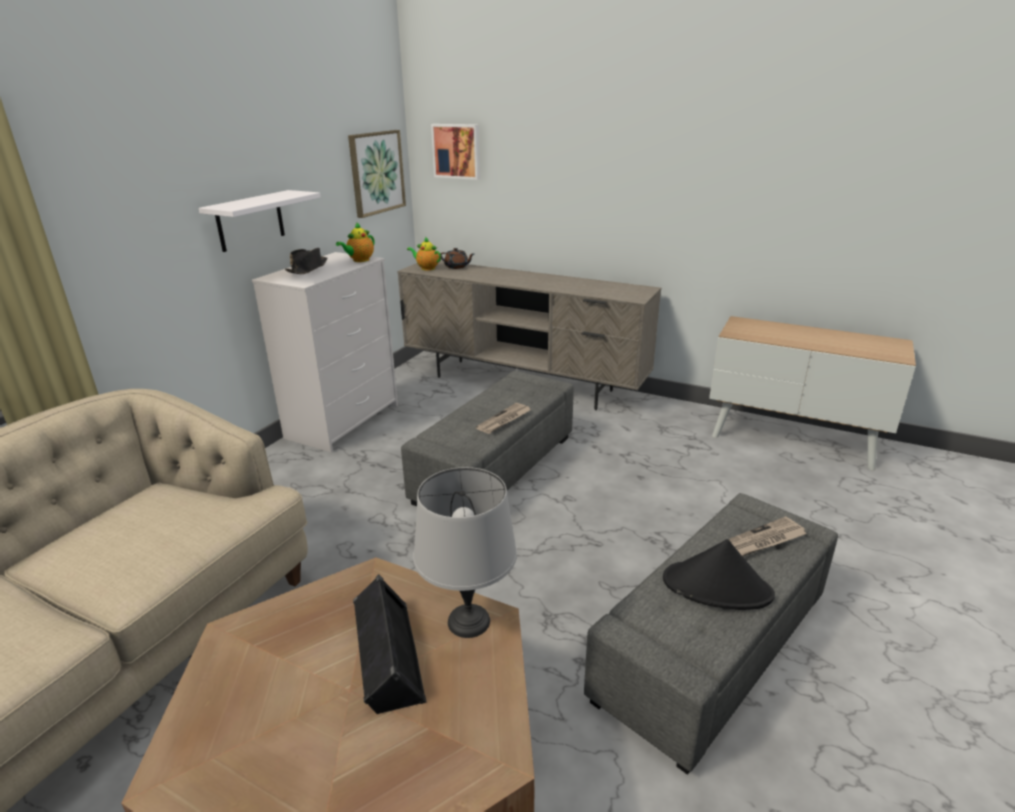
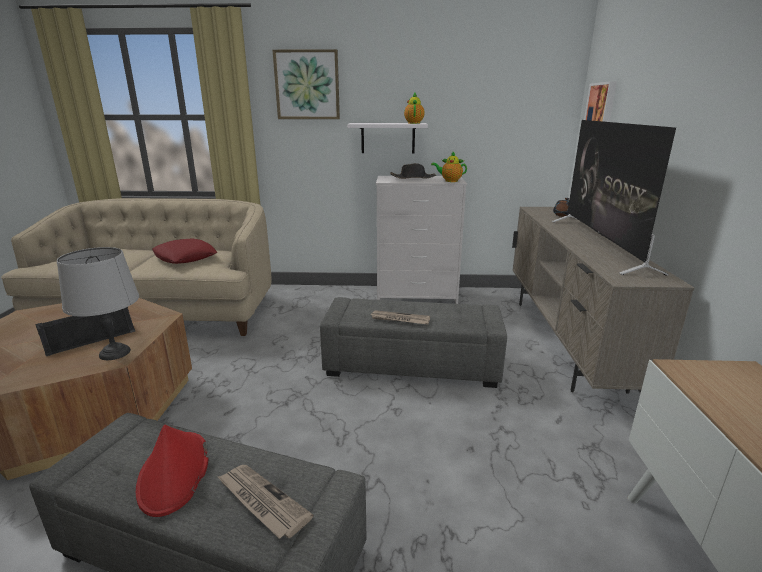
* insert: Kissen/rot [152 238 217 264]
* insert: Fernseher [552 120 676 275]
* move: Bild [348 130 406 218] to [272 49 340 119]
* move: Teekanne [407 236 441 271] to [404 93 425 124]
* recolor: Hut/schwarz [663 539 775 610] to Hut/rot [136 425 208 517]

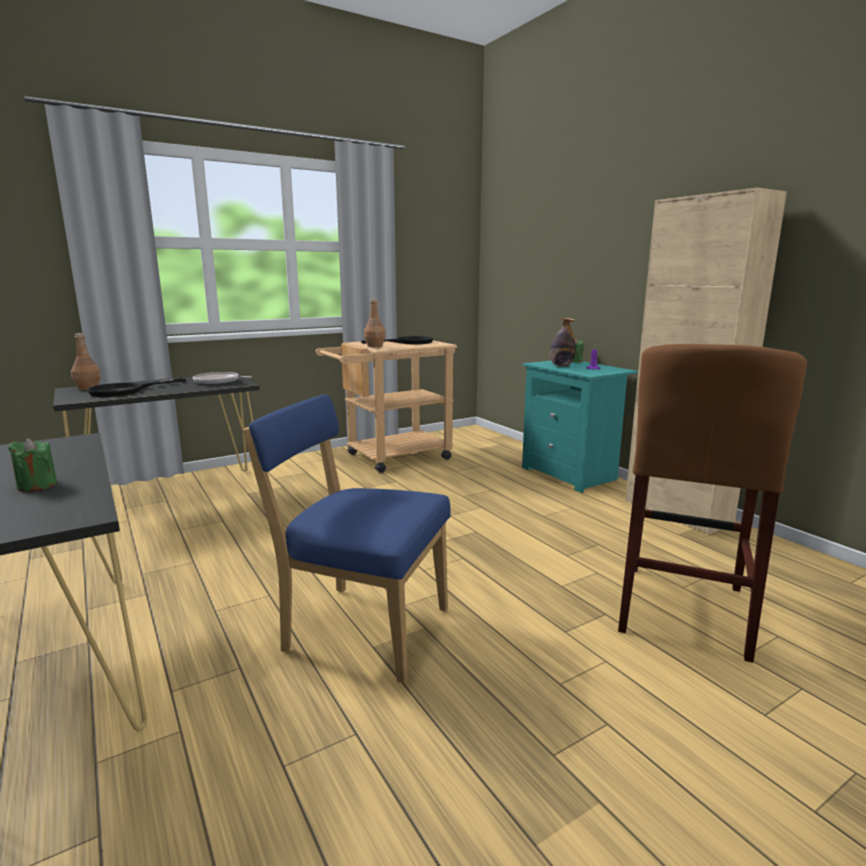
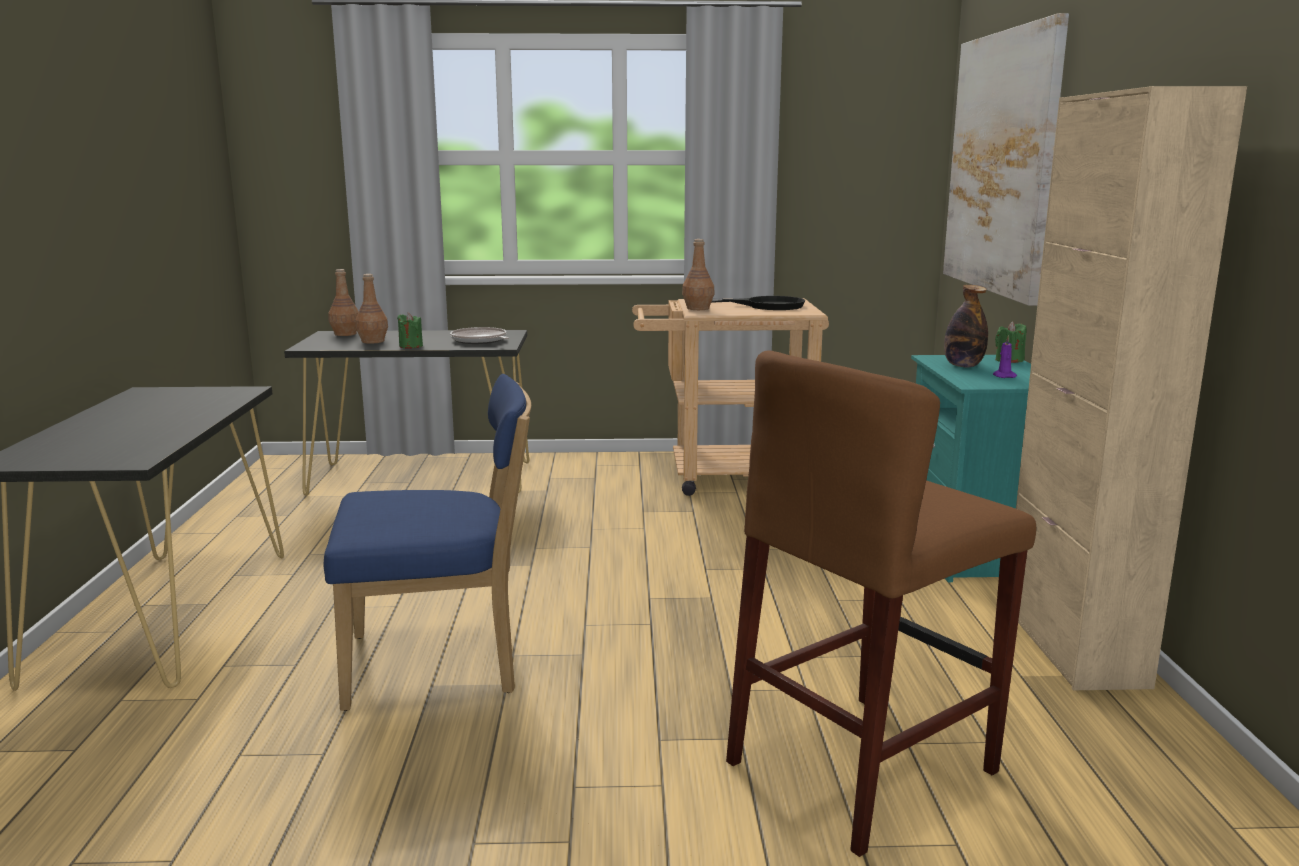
* insert: Bild [943 13 1069 306]
* move: Kerze/grün [8 438 57 491] to [397 313 423 349]
* replace: Pfanne/schwarz [87 378 186 397] to Flasche/braun [355 274 388 344]
* rotate: Stuhl/blau [243 394 451 683] = [324 374 531 711] 120 degrees clockwise

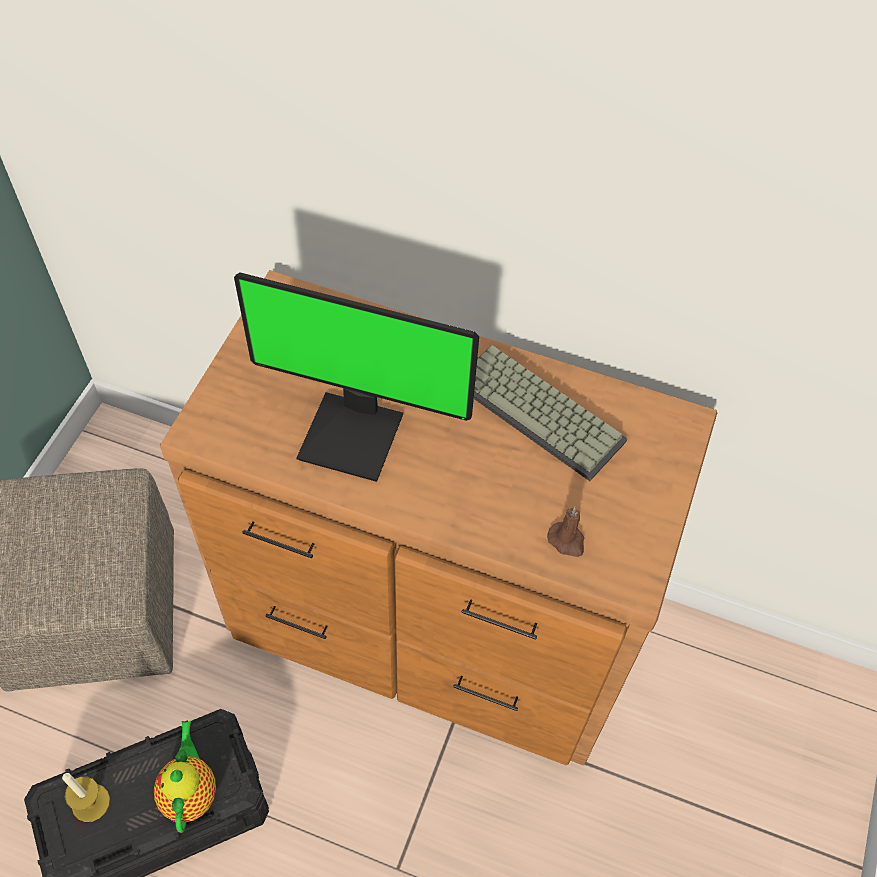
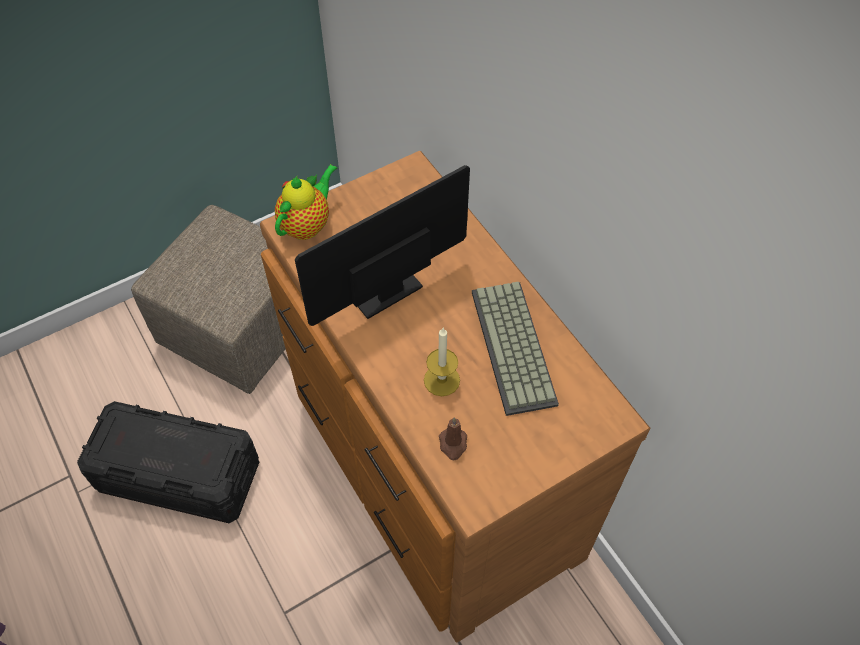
* move: Kerze [62 773 110 822] to [424 328 460 396]
* move: Teekanne [154 721 216 833] to [275 164 337 240]
* rotate: Monitor [234 273 479 481] = [295 165 470 326] 90 degrees clockwise

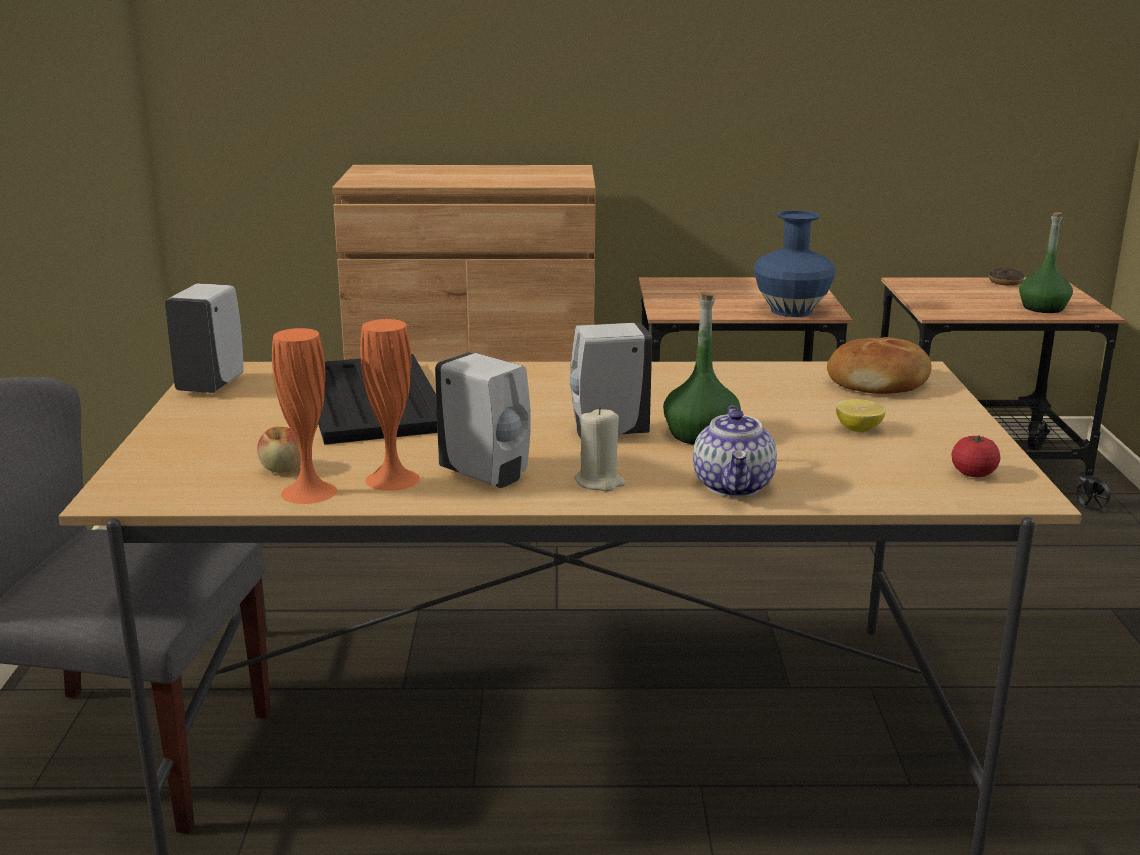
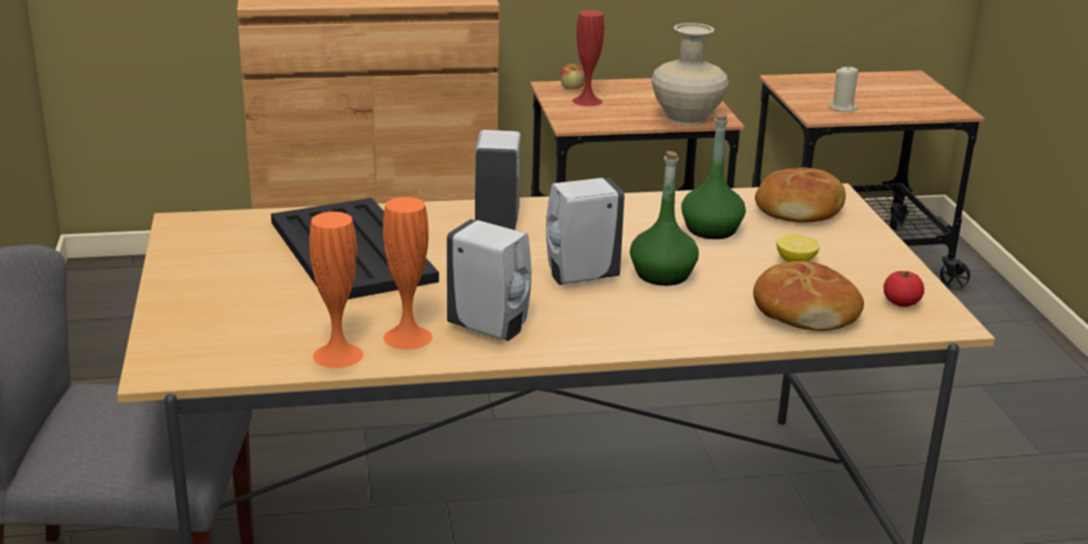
* delete: Teekanne [693 406 777 497]
* delete: Donut [989 268 1024 286]
* insert: Vase/rot [572 10 604 106]
* insert: Brot [753 261 864 331]
* move: Seifenspender/weiß [165 284 244 393] to [475 130 521 230]
* move: Apfel [257 427 301 473] to [560 64 585 89]
* move: Kerze/beige [575 407 626 491] to [829 65 858 112]
* move: Flasche/grün [1019 212 1073 313] to [681 113 746 239]
* recolor: Vase/blau [754 210 836 317] to Vase/beige [651 23 728 126]

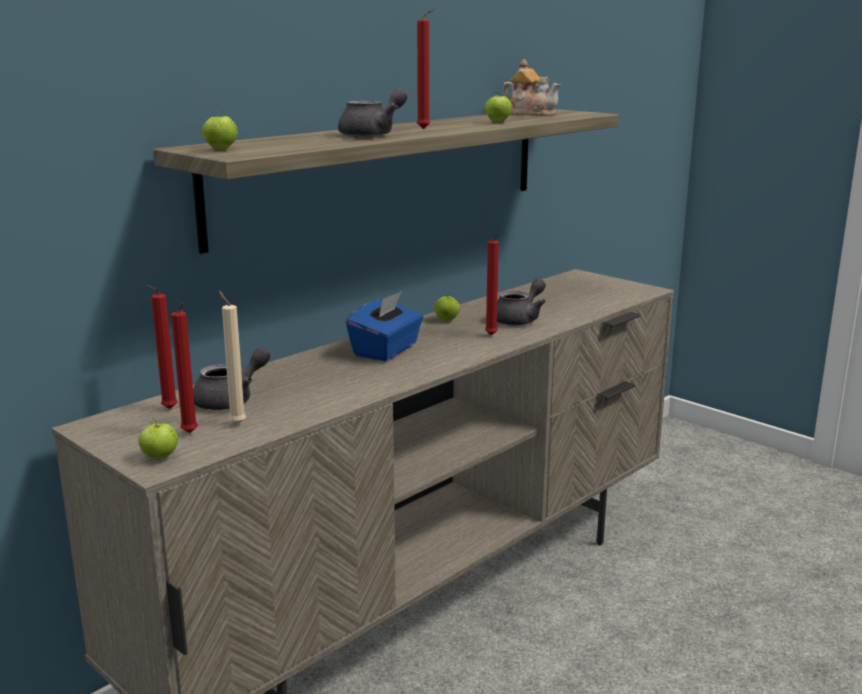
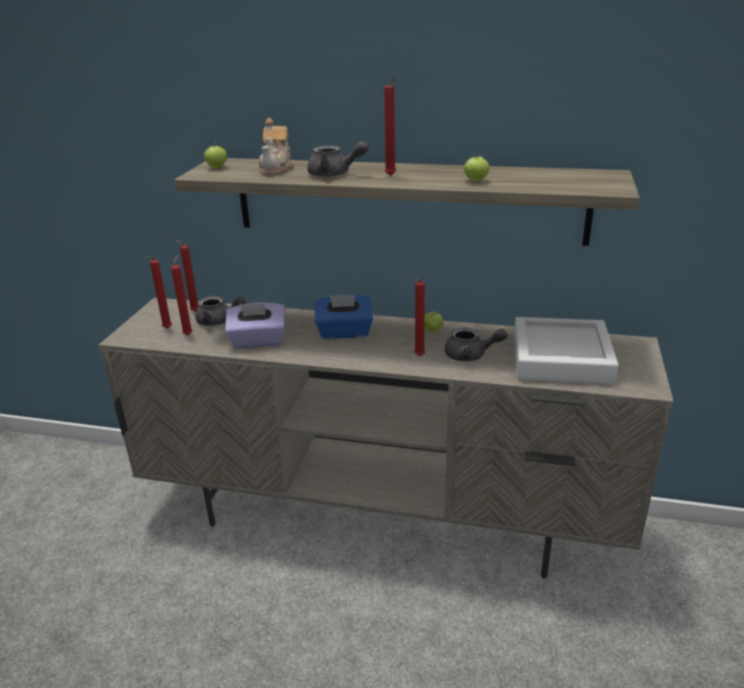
* delete: Apfel [138 417 178 460]
* insert: Taschentuchbox/lila [225 303 285 348]
* insert: Tablett/grau [514 317 619 385]
* move: Teekanne [503 59 561 116] to [259 118 294 175]
* recolor: Kerze/beige [218 291 246 424] to Kerze/rot [171 255 193 335]

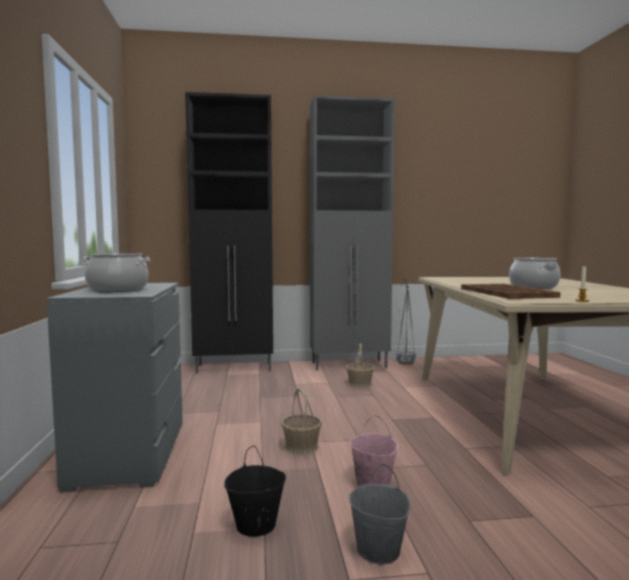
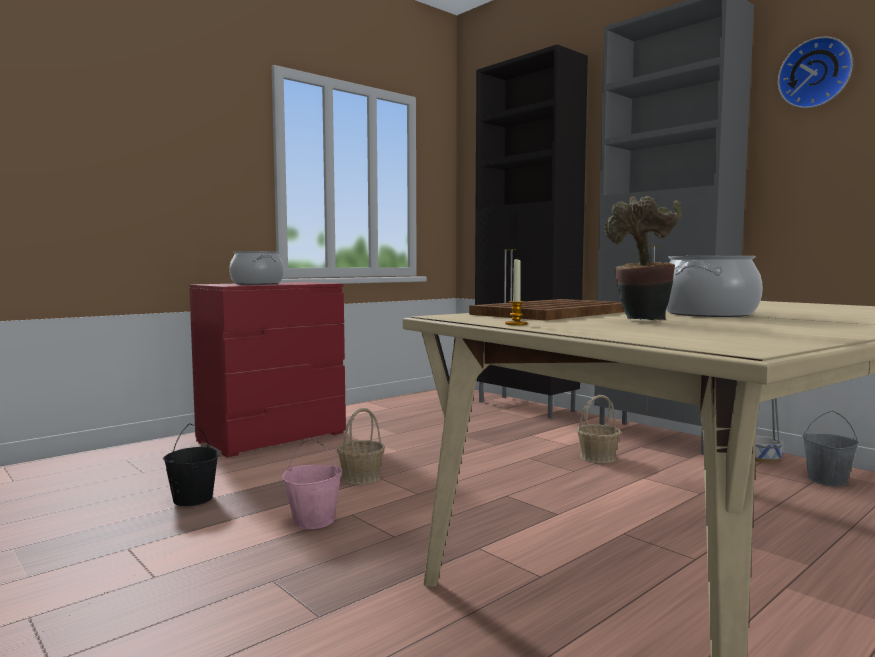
* insert: Topfpflanze [604 196 682 320]
* insert: Wanduhr [778 37 853 108]
* move: Eimer/grau [349 464 411 565] to [802 411 859 486]
* recolor: Kommode/grau [47 283 183 493] to Kommode/rot [189 282 346 457]

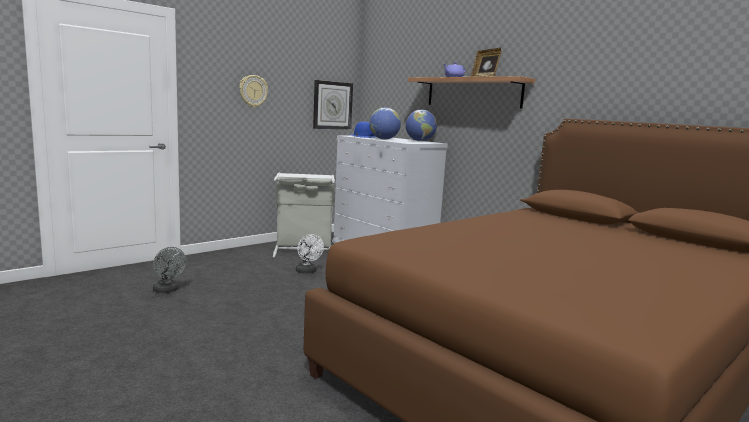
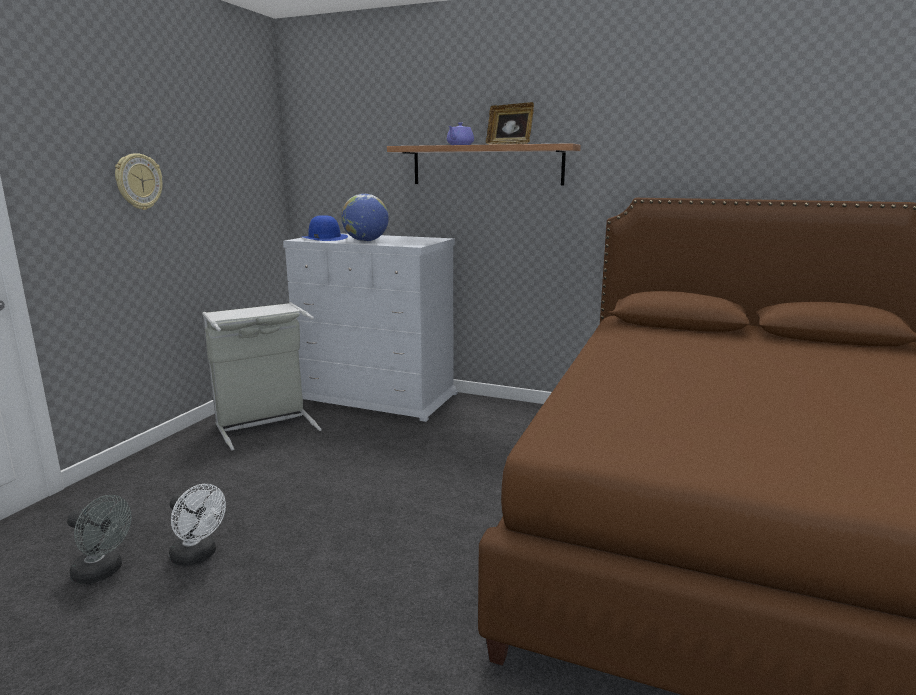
* delete: Wanduhr [313 80 353 129]
* delete: Globus [406 110 437 141]
* move: Ventilator/weiß [296 234 324 274] to [169 484 226 566]

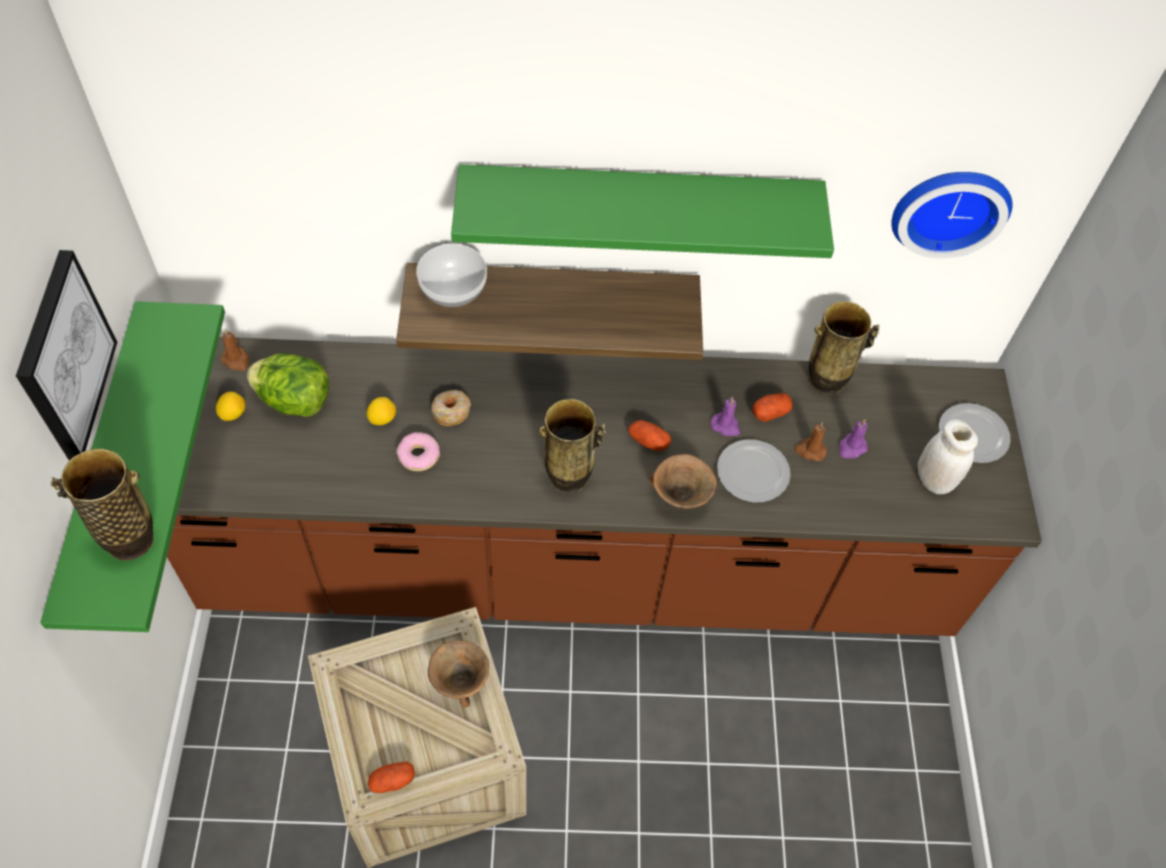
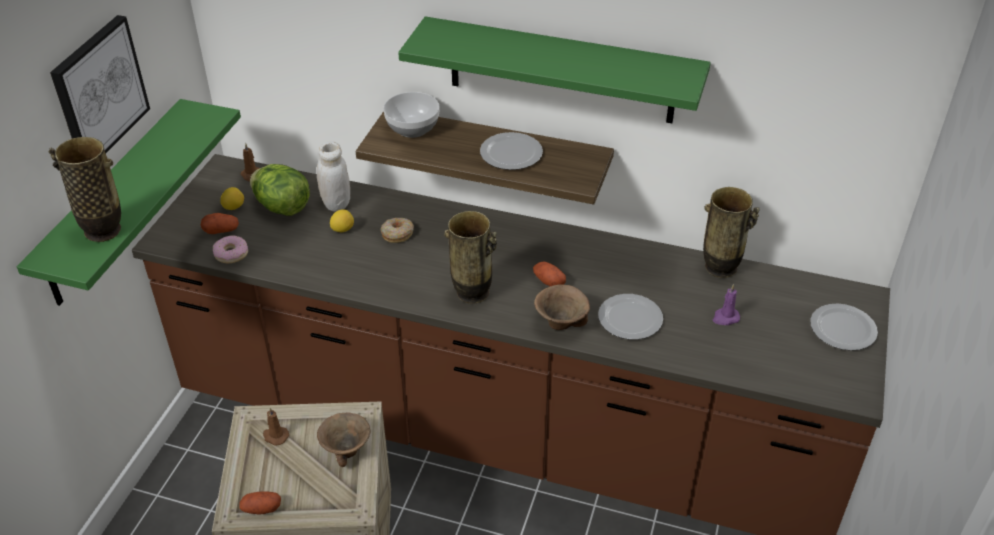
* delete: Kerze/lila [711 396 740 436]
* delete: Wanduhr [891 172 1013 258]
* insert: Teller [480 132 543 170]
* move: Donut [396 432 440 471] to [213 235 248 263]
* move: Kartoffel [753 393 793 422] to [201 213 239 234]
* move: Kerze/braun [794 422 827 461] to [263 408 289 446]
* move: Vorratsglas/weiß [918 419 978 494] to [317 141 350 212]

